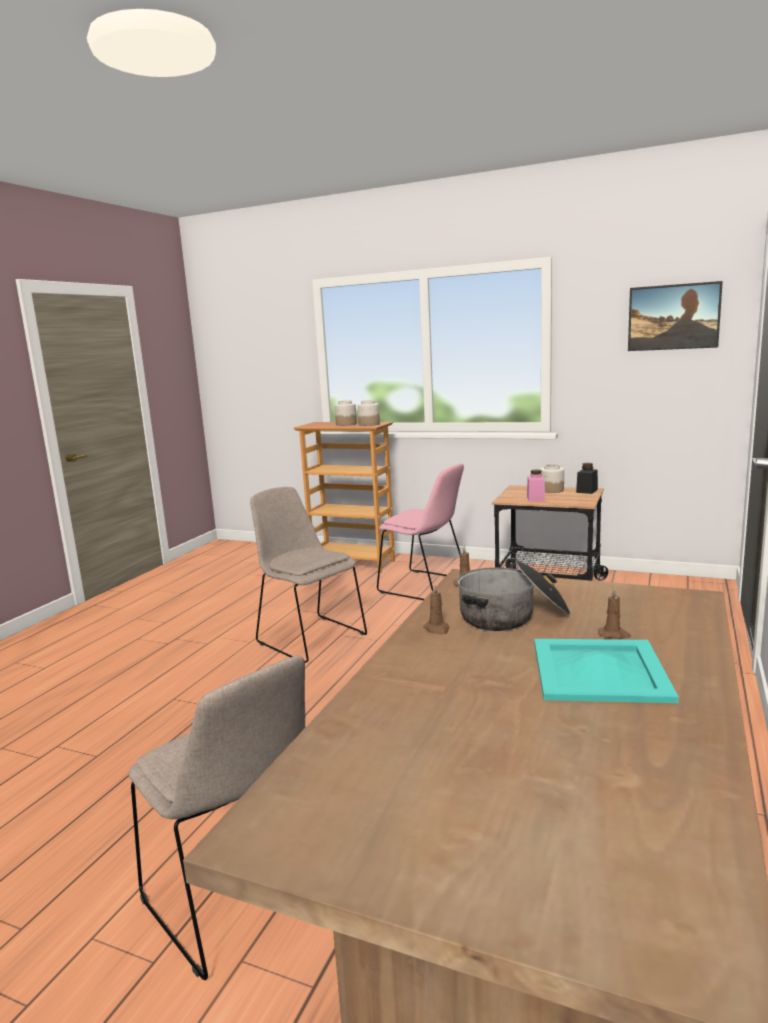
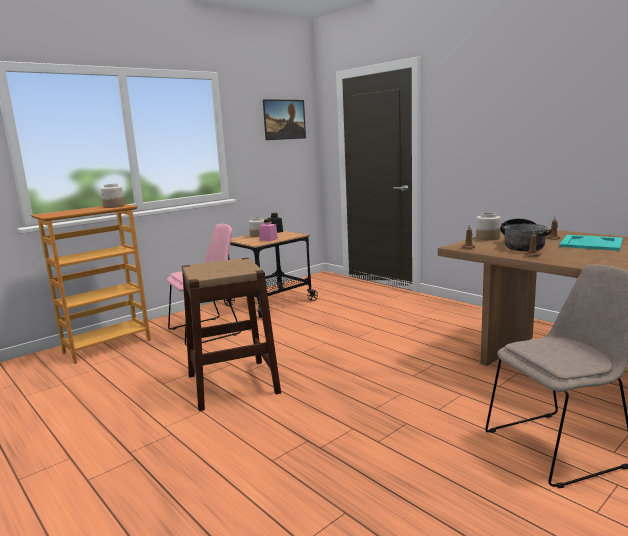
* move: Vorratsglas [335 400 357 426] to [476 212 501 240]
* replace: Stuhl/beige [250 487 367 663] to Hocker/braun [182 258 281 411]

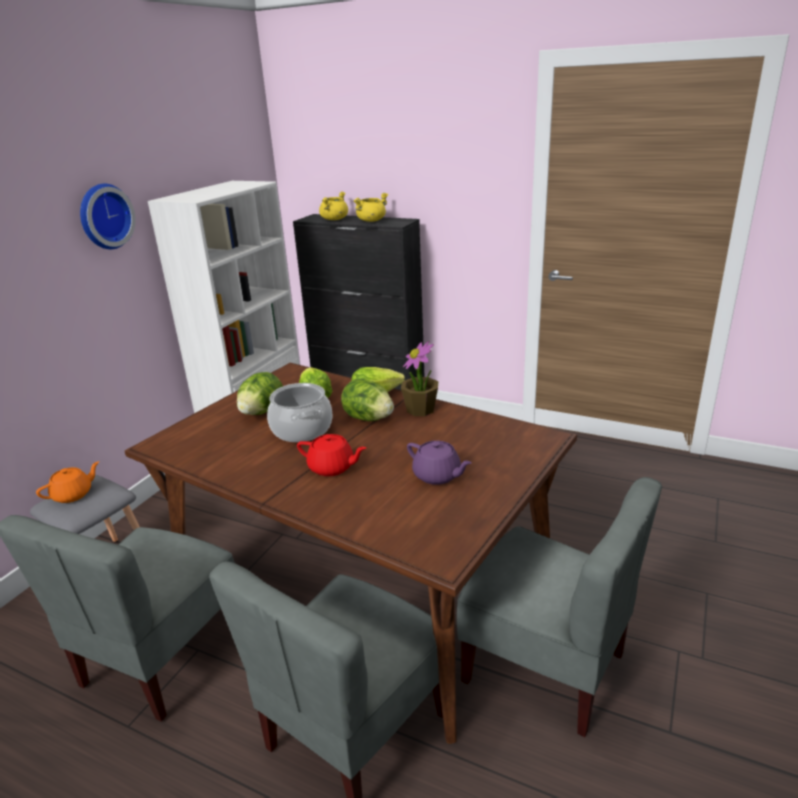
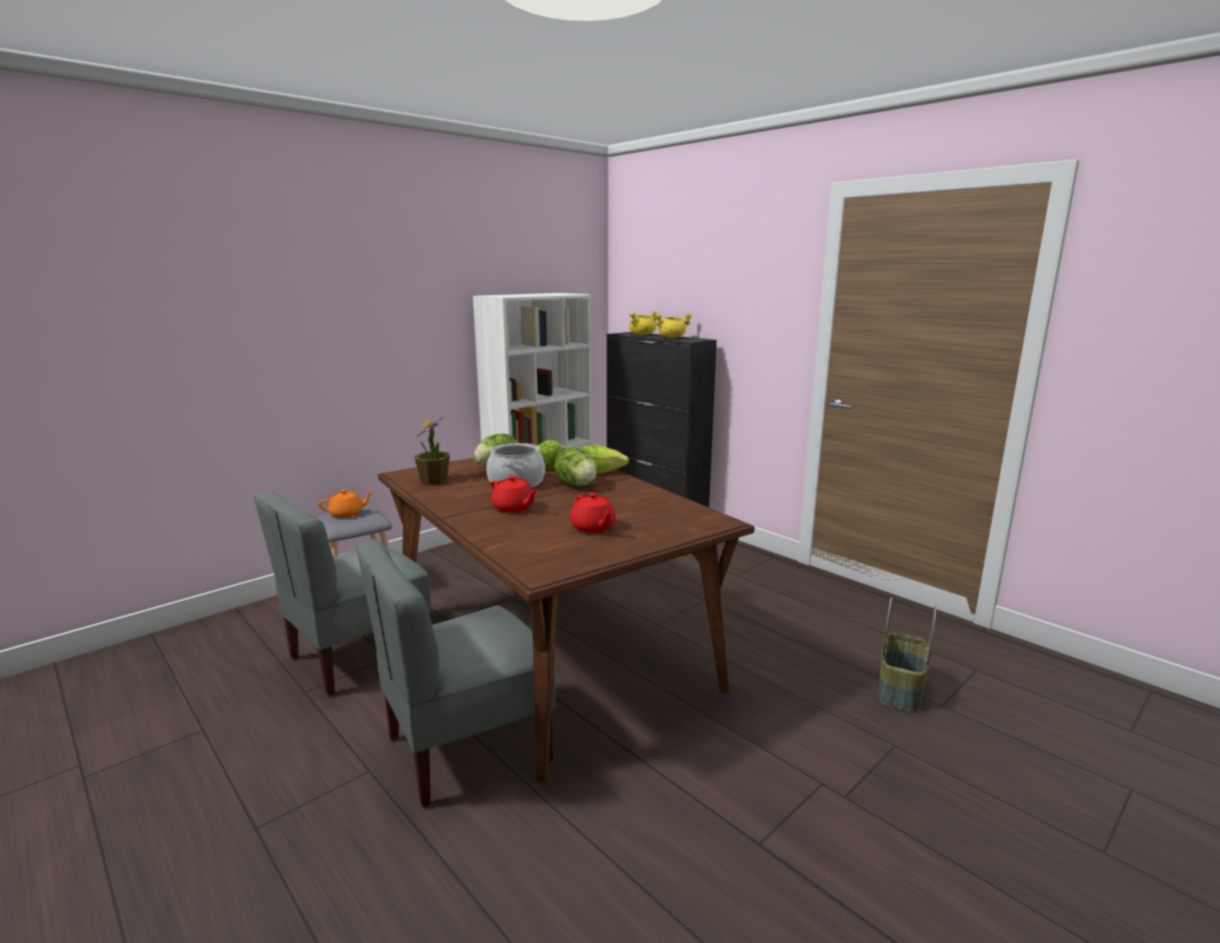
* delete: Wanduhr [80 184 136 249]
* delete: Stuhl/grau [457 477 662 737]
* insert: Korb [879 597 937 712]
* move: Topfpflanze [401 341 438 416] to [414 417 450 485]
* recolor: Teekanne/lila [407 441 472 485] to Teekanne/rot [570 493 616 533]

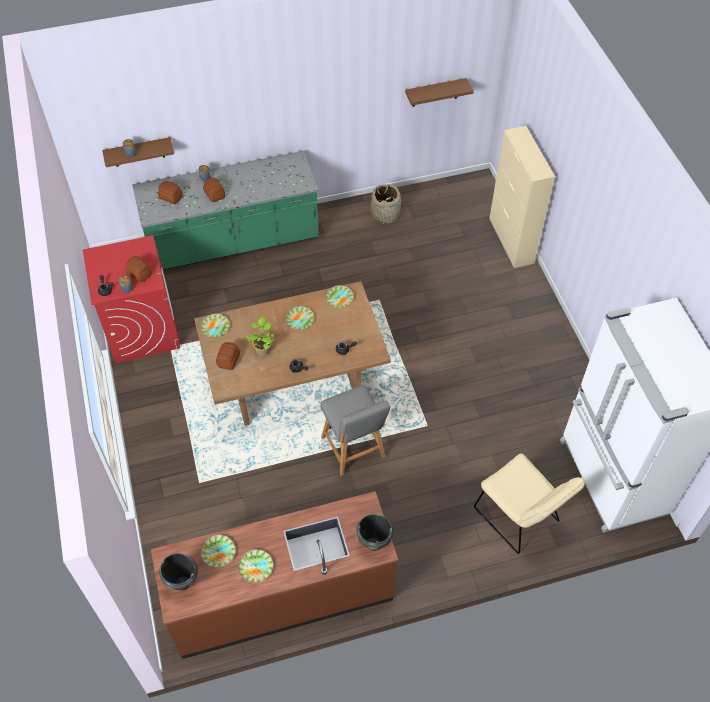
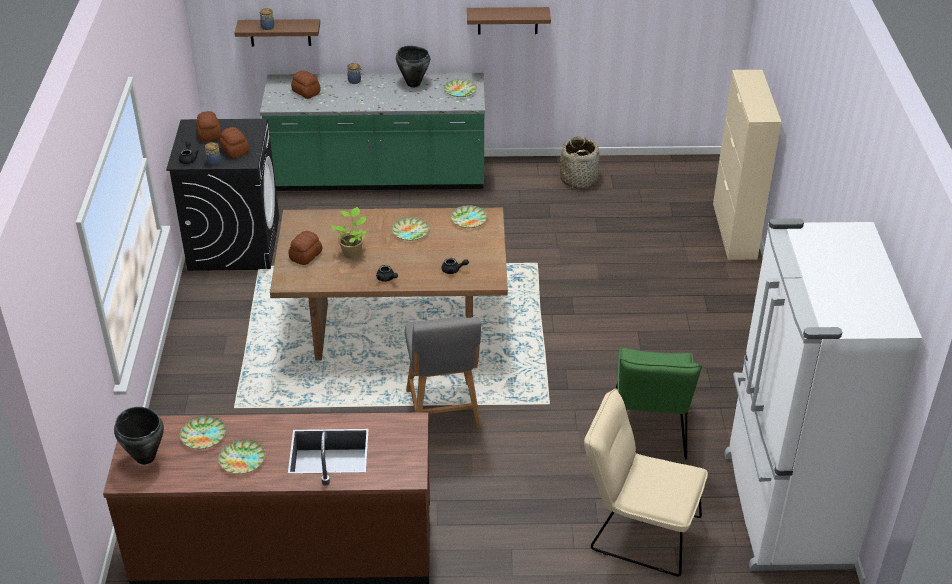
* insert: Stuhl/grün [616 347 702 459]
* move: Teller [200 314 230 337] to [444 79 477 97]
* move: Brot [203 177 225 202] to [196 111 221 142]
* move: Kochtopf/schwarz [356 514 394 551] to [396 46 430 88]
* move: Wandregal/braun [405 78 474 107] to [467 7 551 35]
* recolor: Waschmaschine/rot [83 235 180 363] to Waschmaschine/schwarz [166 119 279 271]
* rotate: Stuhl/beige [474 454 585 553] = [584 388 708 576] 135 degrees clockwise

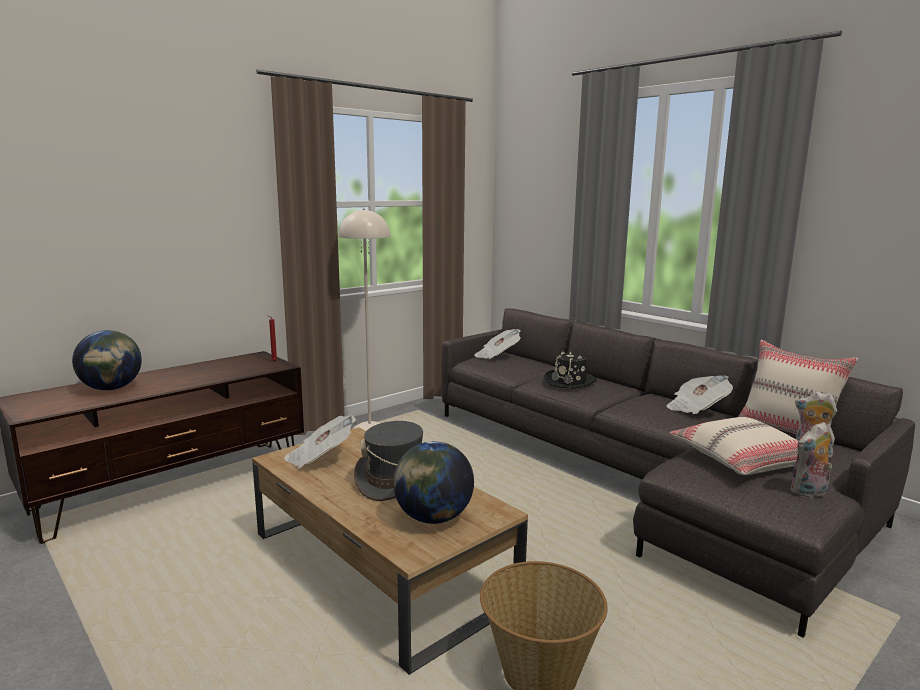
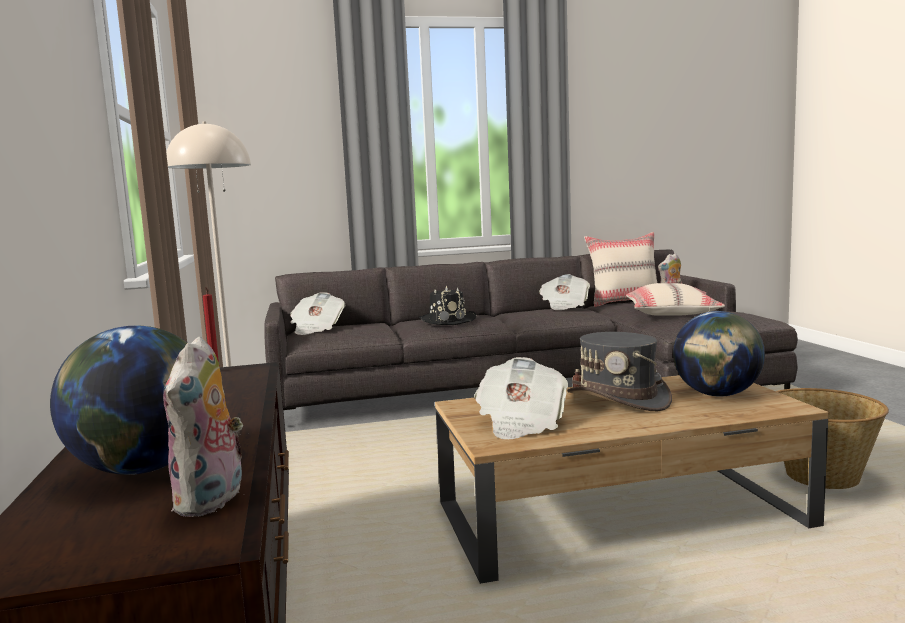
* move: Plüschtier [791 422 832 498] to [163 336 243 517]

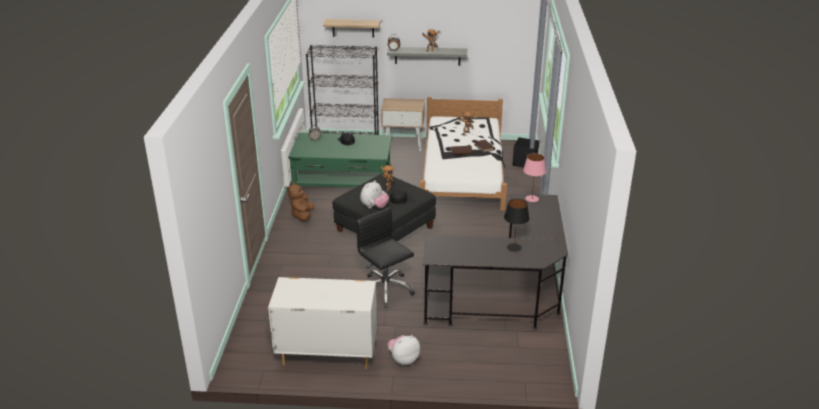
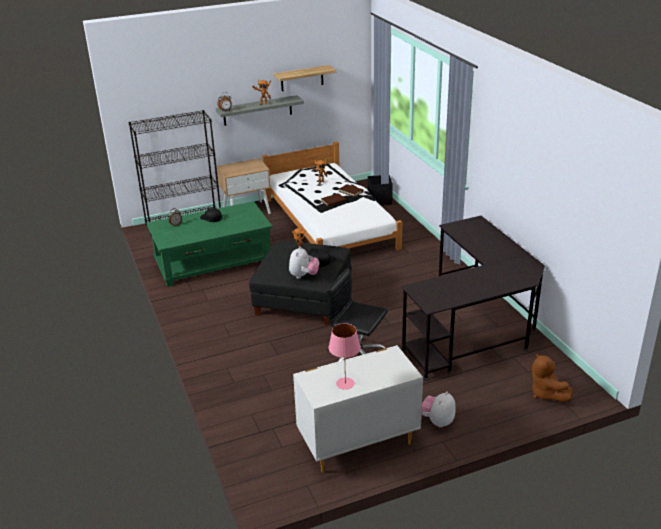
* delete: Tischlampe/schwarz [504 199 529 252]
* move: Plüschtier/braun [288 182 314 221] to [532 353 573 402]
* move: Wandregal [323 19 381 38] to [274 65 336 91]
* move: Tischlampe/rosa [523 153 546 202] to [328 323 361 390]

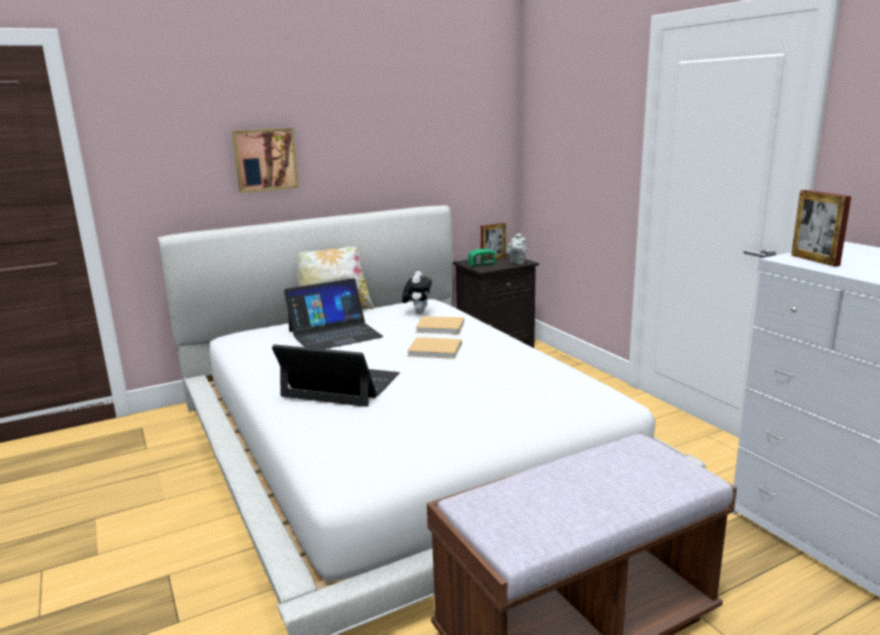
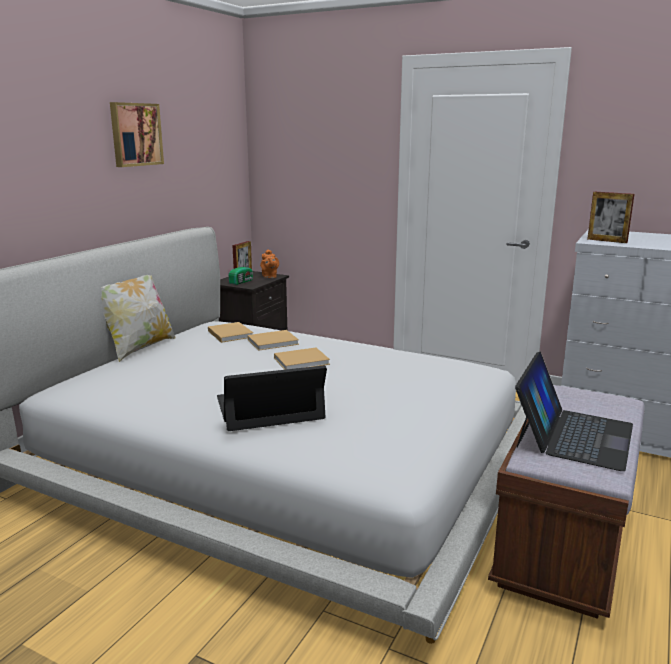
* move: Bild [232 128 299 193] to [110 102 164 167]
* move: Laptop [284 278 384 349] to [515 352 633 471]
* replace: Plüschtier [402 271 432 314] to Buch/beige [208 322 253 343]
* recolor: Teekanne/grau [507 233 526 264] to Teekanne/orange [260 249 279 278]

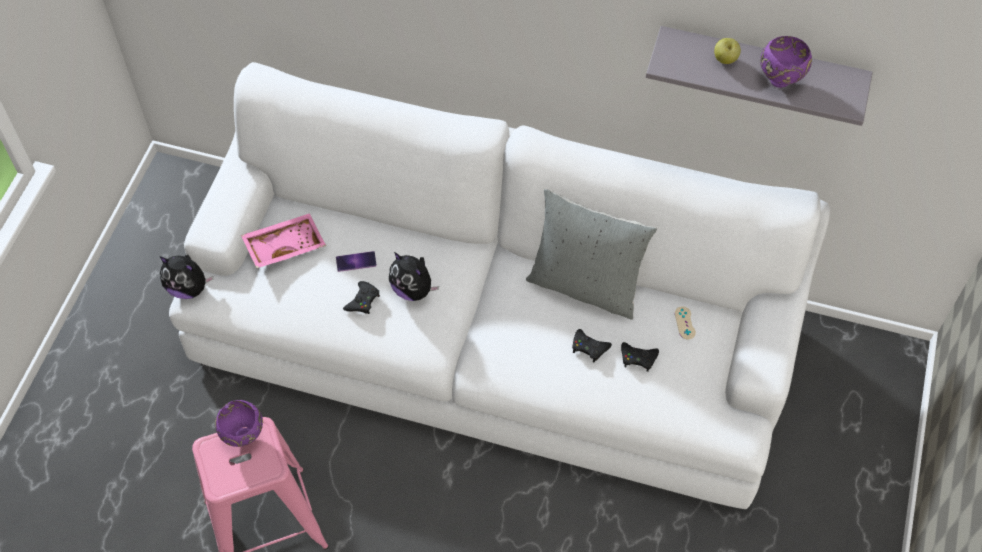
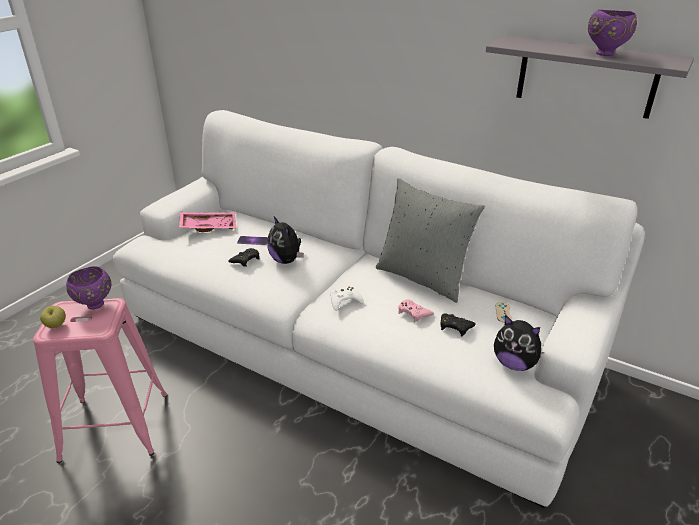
* insert: Gamepad/weiß [330 286 364 311]
* move: Plüschtier [159 255 213 299] to [494 315 545 371]
* move: Apfel [714 38 741 64] to [40 306 66 328]
* recolor: Gamepad/schwarz [572 329 612 362] to Gamepad/rosa [398 299 434 322]

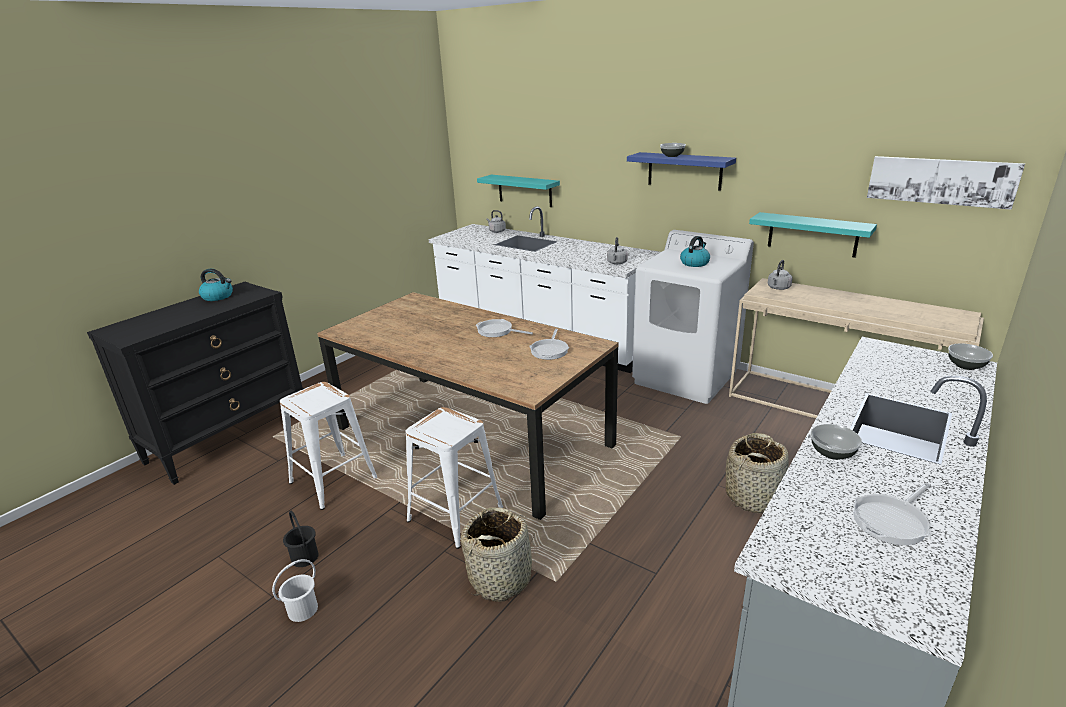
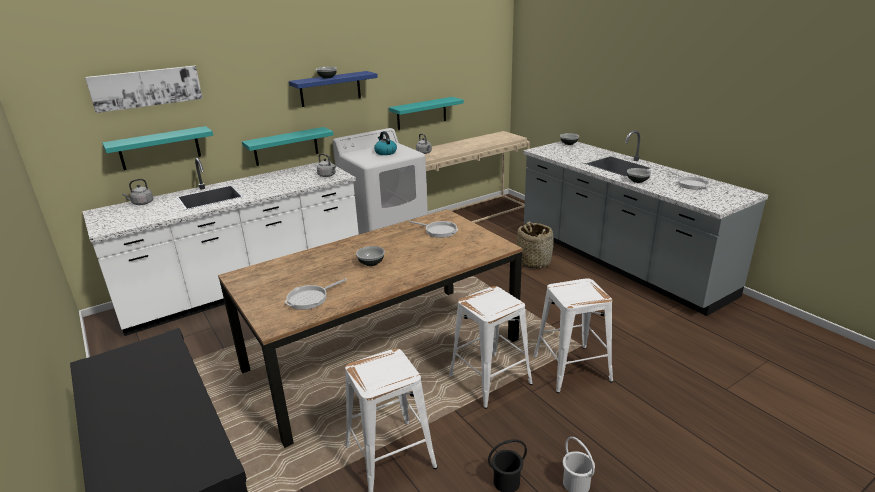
* delete: Wasserkessel [199 269 233 301]
* insert: Wandregal/türkis [242 127 334 166]
* insert: Schüssel [356 246 385 266]
* move: Pfanne [476 319 533 337] to [285 278 347 310]
* move: Bild [867 156 1025 210] to [85 66 203 113]
* replace: Korb [461 507 535 602] to Hocker/weiß [534 278 613 393]

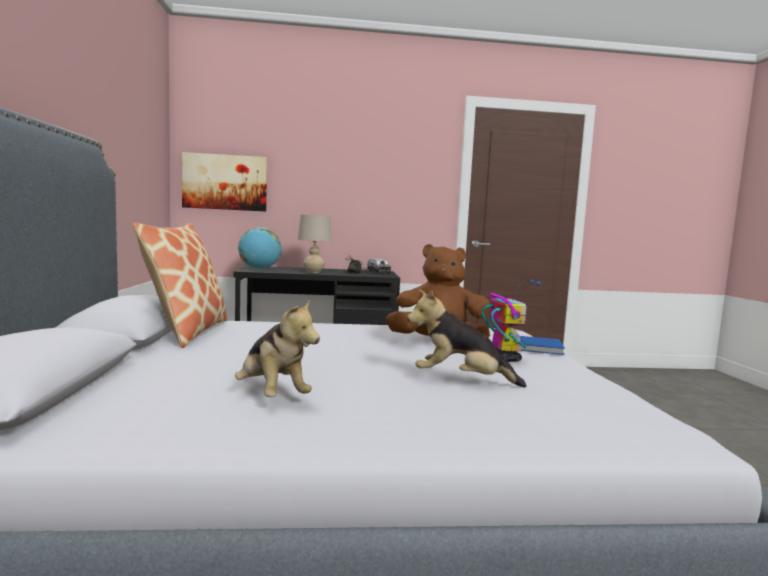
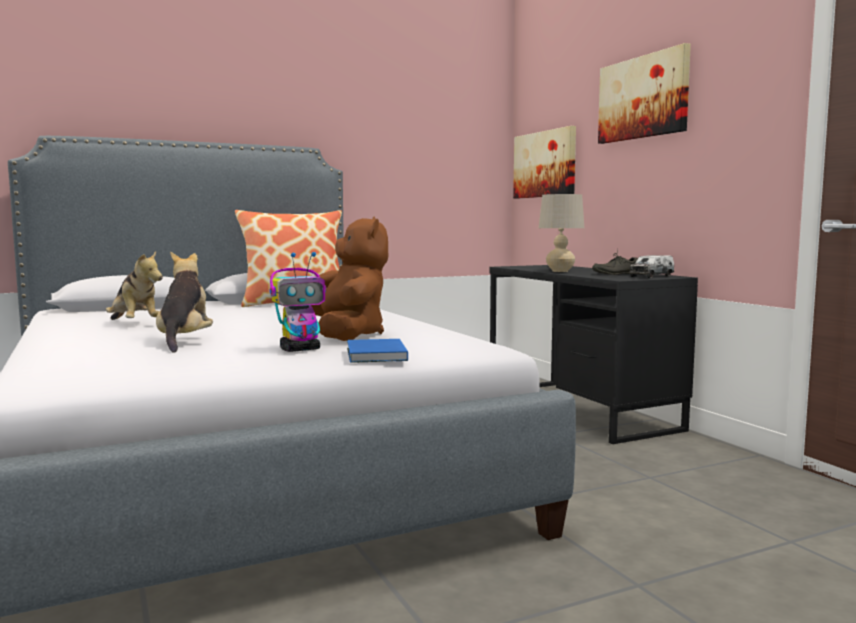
* delete: Globus [238 227 281 270]
* insert: Bild [598 43 691 144]
* rotate: Plüschtier [235 299 320 397] = [106 251 163 320] 75 degrees counterclockwise

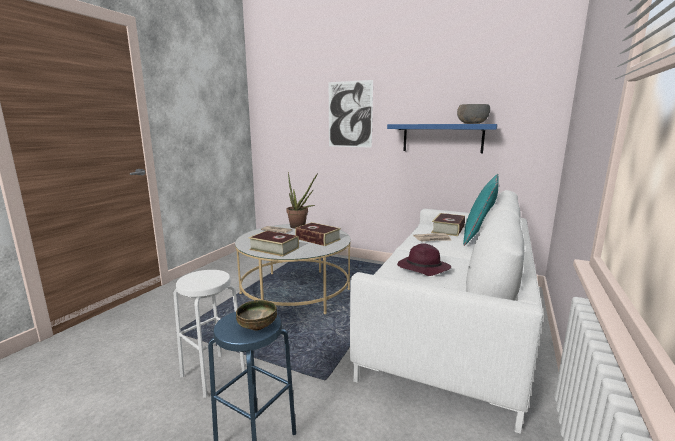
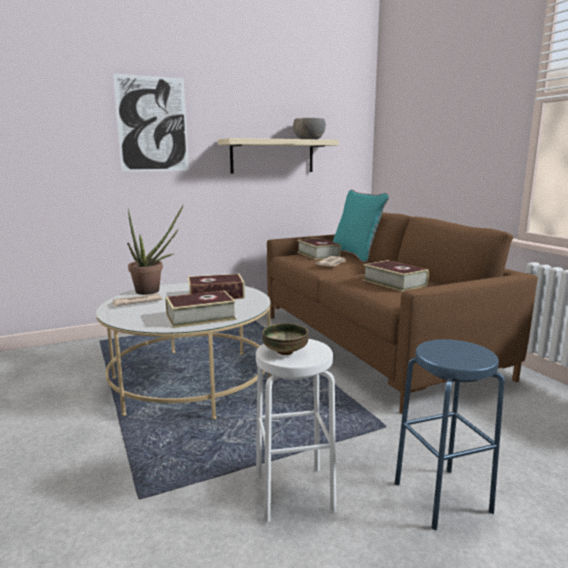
* move: Schüssel [236 300 277 331] to [262 323 308 355]
* replace: Hut/lila [397 243 451 276] to Buch [363 260 429 292]
* recolor: Sofa/weiß [350 190 543 434] to Sofa/braun [267 212 538 414]
* recolor: Wandregal/blau [387 124 498 153] to Wandregal/beige [218 138 339 173]

